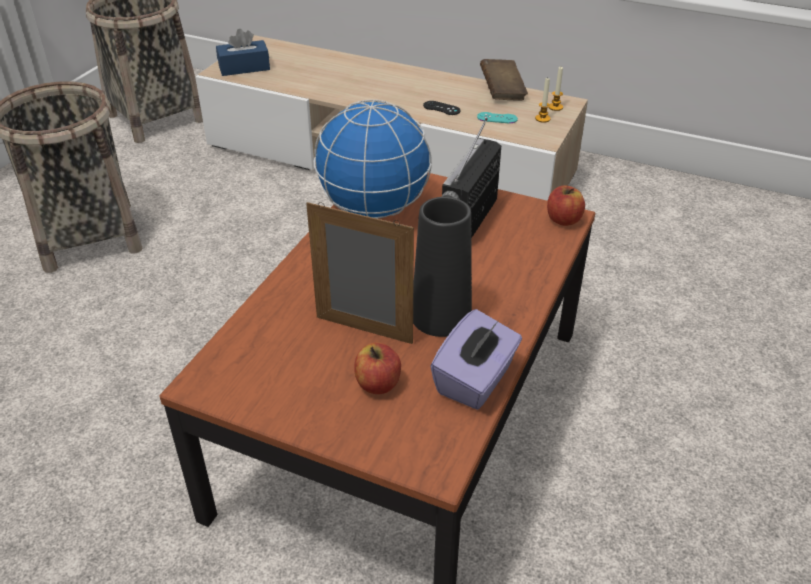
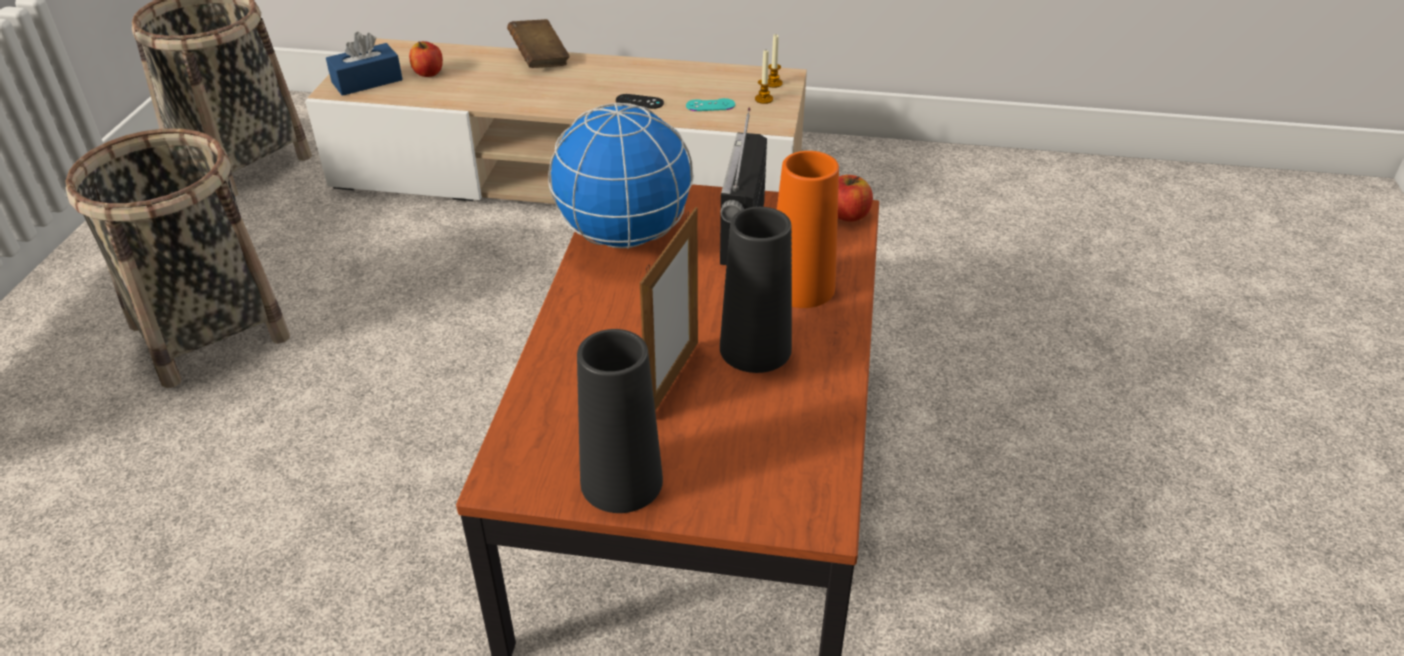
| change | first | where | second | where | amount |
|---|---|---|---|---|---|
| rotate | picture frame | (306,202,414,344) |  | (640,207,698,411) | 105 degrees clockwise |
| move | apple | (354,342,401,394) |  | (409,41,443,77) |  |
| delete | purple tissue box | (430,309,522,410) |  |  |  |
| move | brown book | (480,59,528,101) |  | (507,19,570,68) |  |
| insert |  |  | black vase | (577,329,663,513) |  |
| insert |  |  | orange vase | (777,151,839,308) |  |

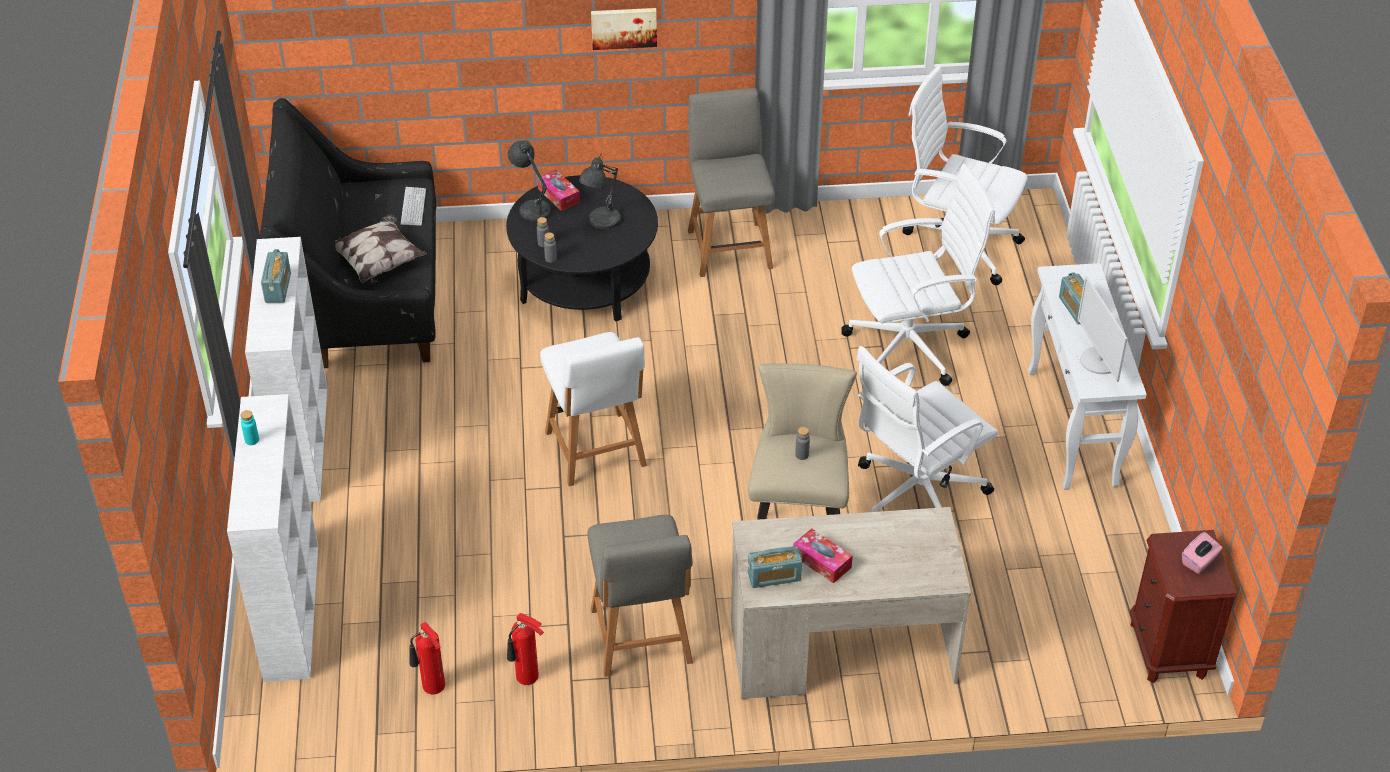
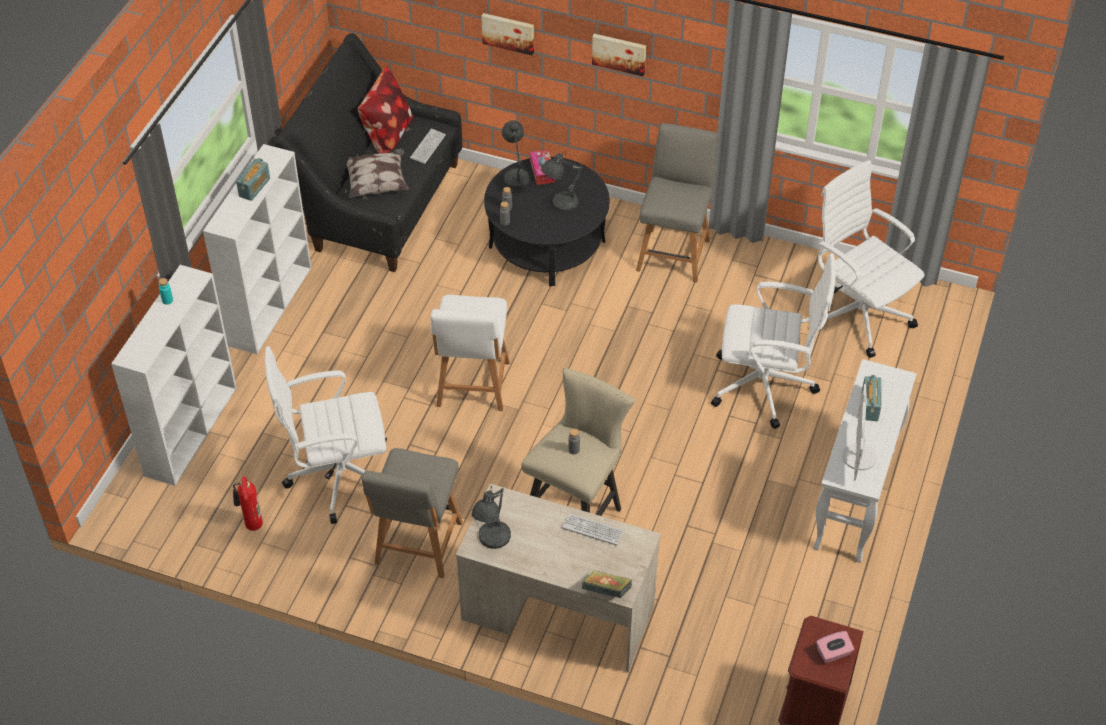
| change | first | where | second | where | amount |
|---|---|---|---|---|---|
| delete | fire extinguisher | (507,613,544,685) |  |  |  |
| replace | radio | (748,546,802,588) | grey table lamp | (472,486,511,549) |  |
| delete | tissue box | (793,528,853,584) |  |  |  |
| move | white office chair | (856,346,998,512) |  | (265,346,387,524) |  |
| insert |  |  | pillow | (358,66,414,153) |  |
| insert |  |  | picture | (481,13,534,55) |  |
| insert |  |  | keyboard | (562,513,624,545) |  |
| insert |  |  | book | (582,570,632,598) |  |

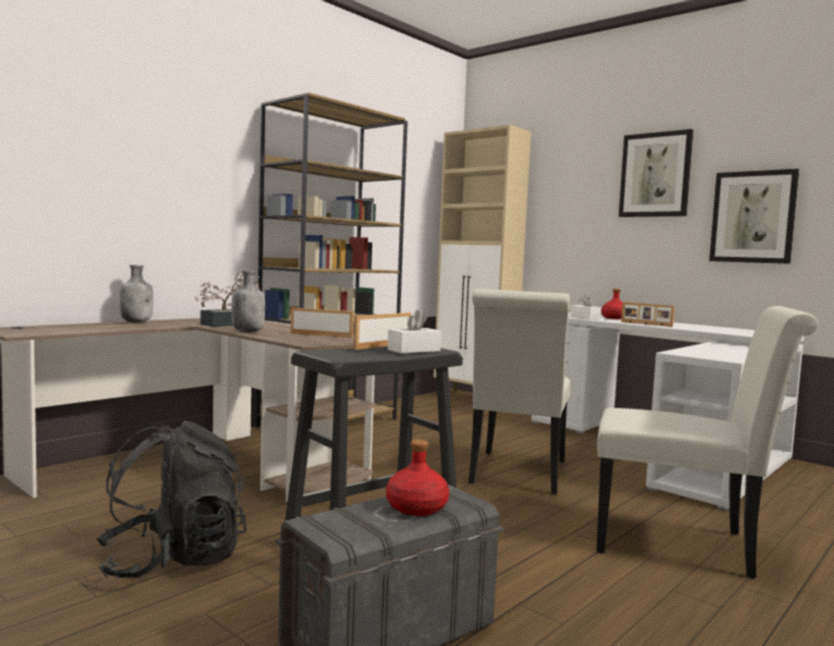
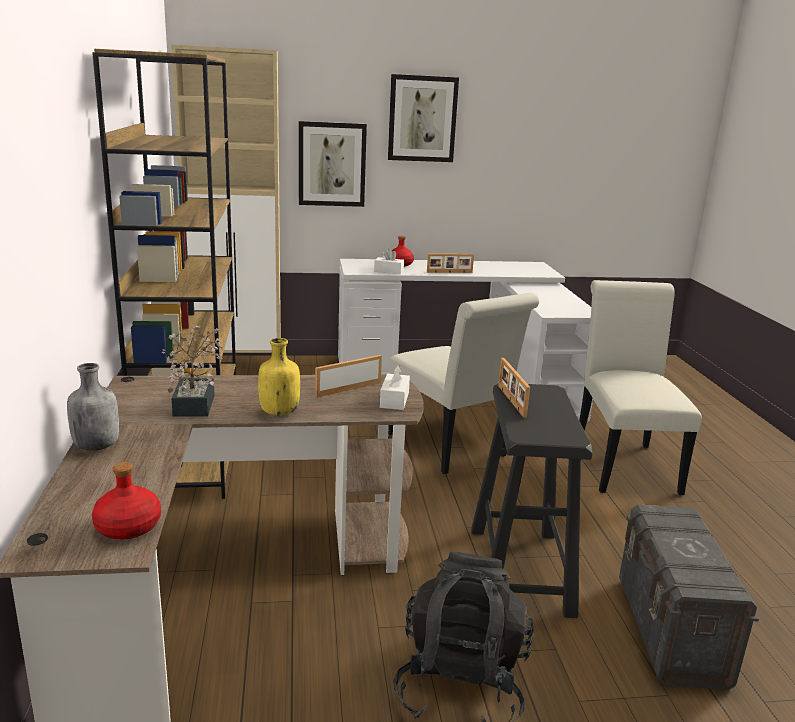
| change | first | where | second | where | amount |
|---|---|---|---|---|---|
| recolor | grey bottle | (231,271,265,332) | yellow bottle | (258,338,300,416) |  |
| move | red bottle | (386,439,449,516) |  | (92,462,161,539) |  |
| move | white tissue box | (388,310,441,353) |  | (380,365,410,410) |  |
| rotate | white chair | (597,306,818,579) |  | (579,280,702,495) | 60 degrees counterclockwise |
| move | picture | (709,169,799,264) |  | (299,121,367,207) |  |

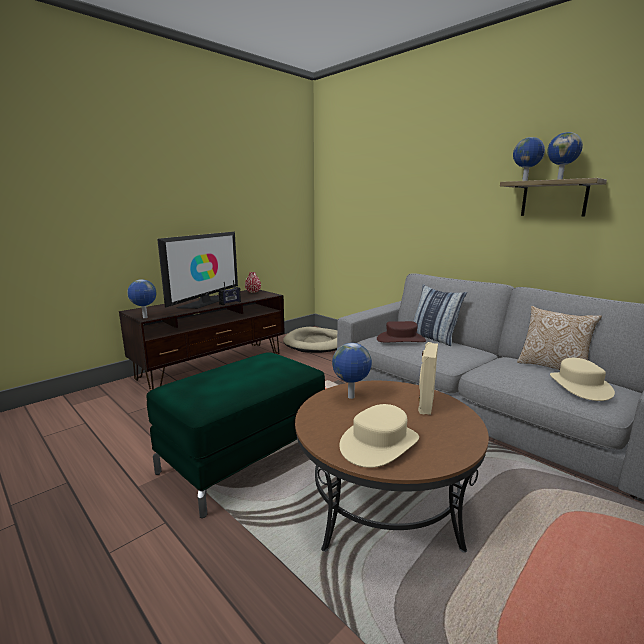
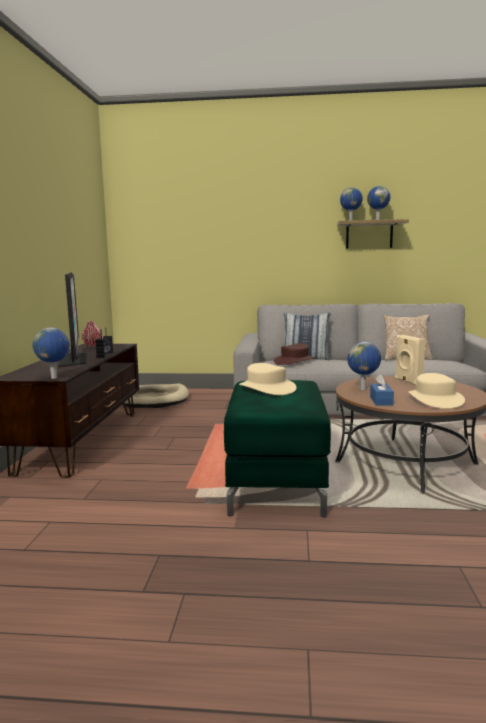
| change | first | where | second | where | amount |
|---|---|---|---|---|---|
| move | beige hat | (550,358,615,401) |  | (239,363,297,395) |  |
| insert |  |  | blue tissue box | (370,374,394,405) |  |

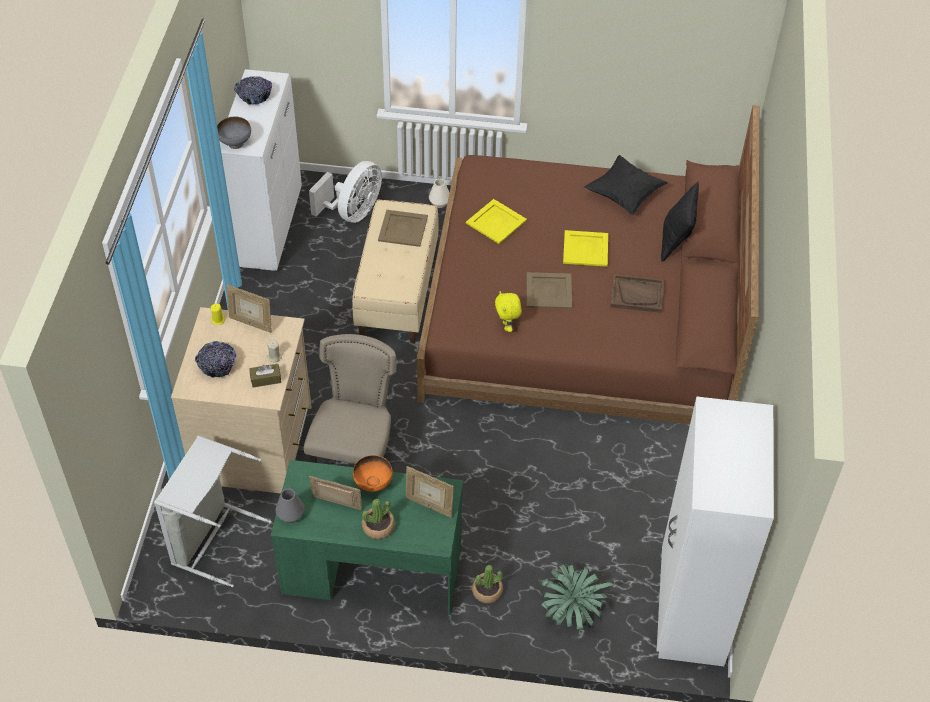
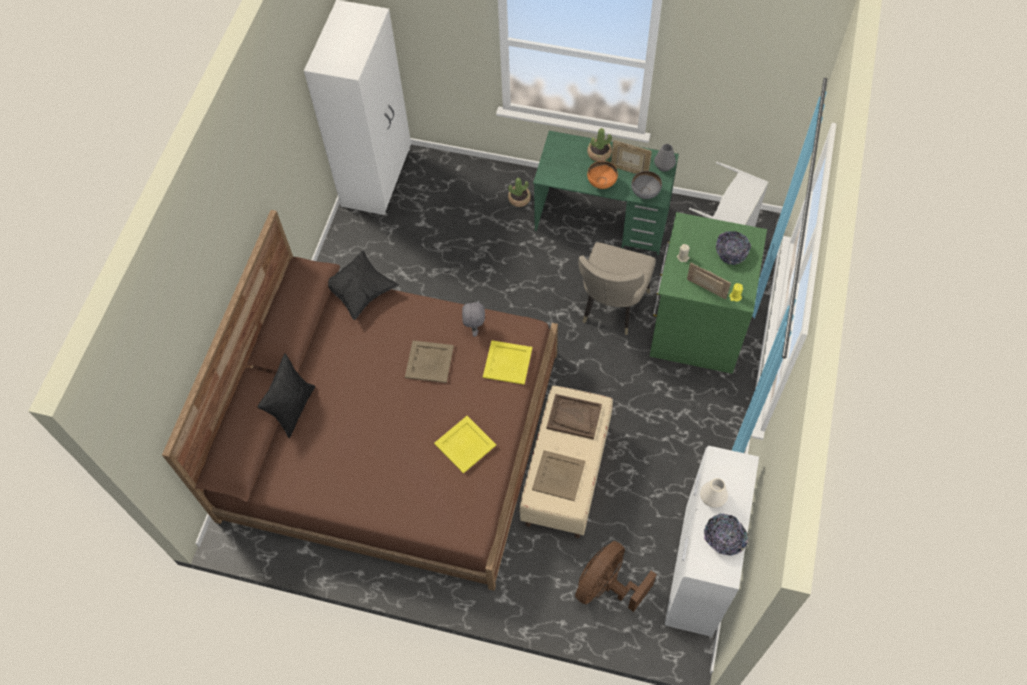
| change | first | where | second | where | amount |
|---|---|---|---|---|---|
| recolor | beige dresser | (171,307,312,493) | green dresser | (650,212,767,374) |  |
| move | grey bowl | (217,116,251,149) |  | (631,171,662,199) |  |
| delete | brown tissue box | (249,364,281,387) |  |  |  |
| recolor | white fan | (309,161,382,223) | brown fan | (575,541,657,612) |  |
| delete | picture frame | (405,466,454,517) |  |  |  |
| move | white vase | (429,179,449,208) |  | (700,478,728,508) |  |
| recolor | yellow plush toy | (495,291,522,332) | grey plush toy | (462,300,485,336) |  |
| delete | potted plant | (539,563,614,631) |  |  |  |
| move | yellow tray | (563,230,608,267) |  | (483,340,532,385) |  |
| move | black pillow | (584,155,668,215) |  | (328,251,399,320) |  |
| move | brown tray | (610,274,664,313) |  | (547,394,602,440) |  |

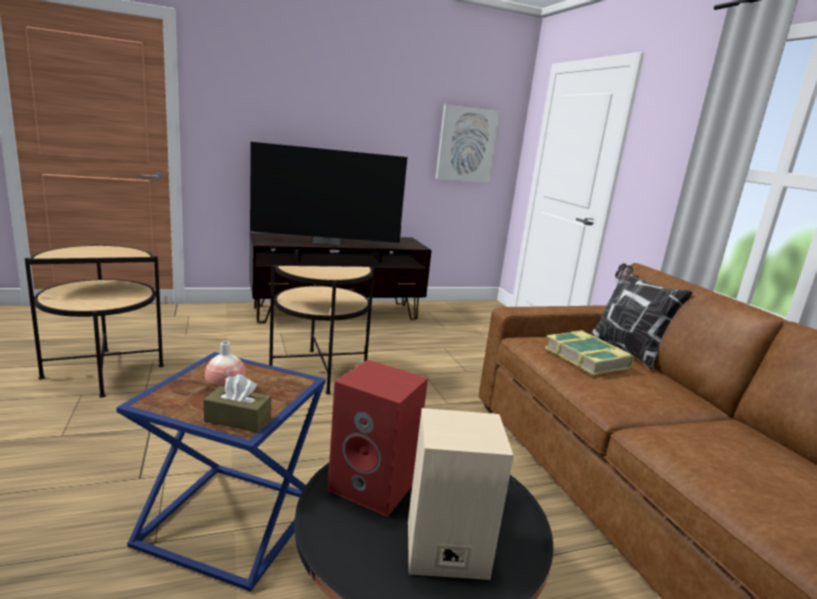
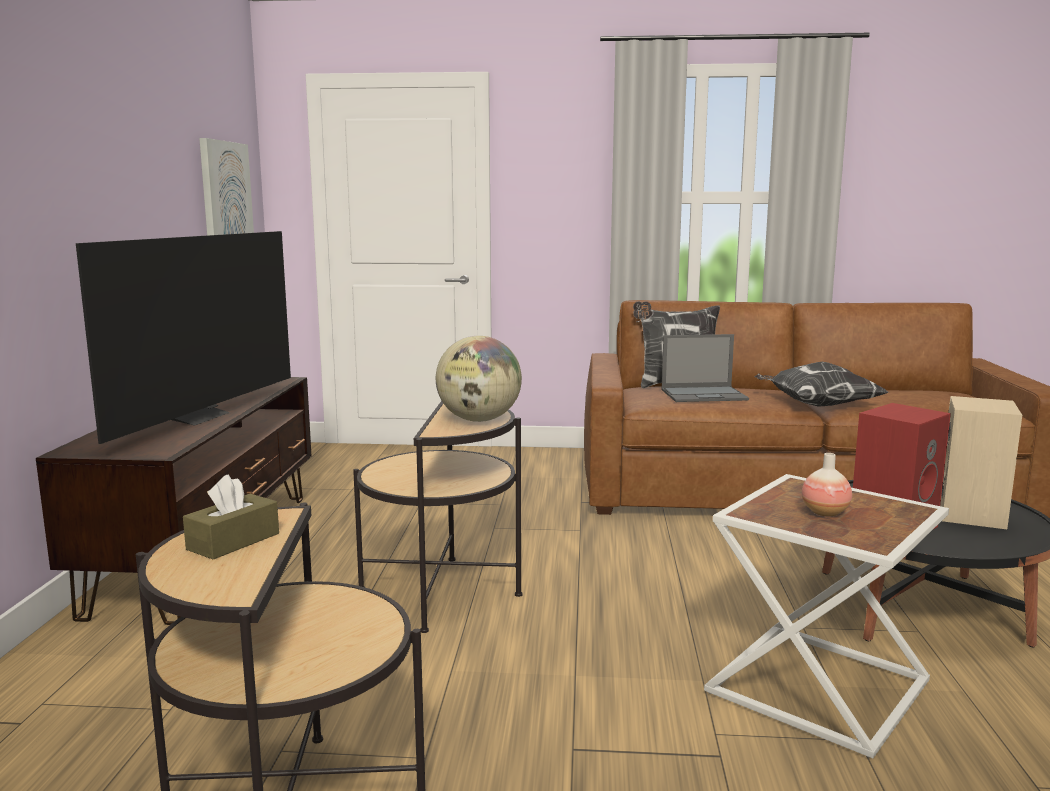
| change | first | where | second | where | amount |
|---|---|---|---|---|---|
| recolor | blue side table | (116,352,326,592) | white side table | (704,474,949,758) |  |
| move | brown tissue box | (203,374,271,432) |  | (183,474,279,559) |  |
| replace | book | (545,330,634,376) | laptop | (661,334,749,402) |  |
| insert |  |  | globe | (436,336,522,422) |  |
| insert |  |  | pillow | (754,362,888,407) |  |

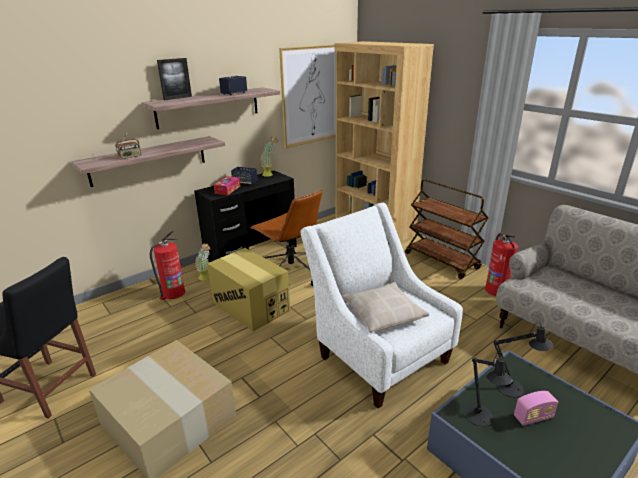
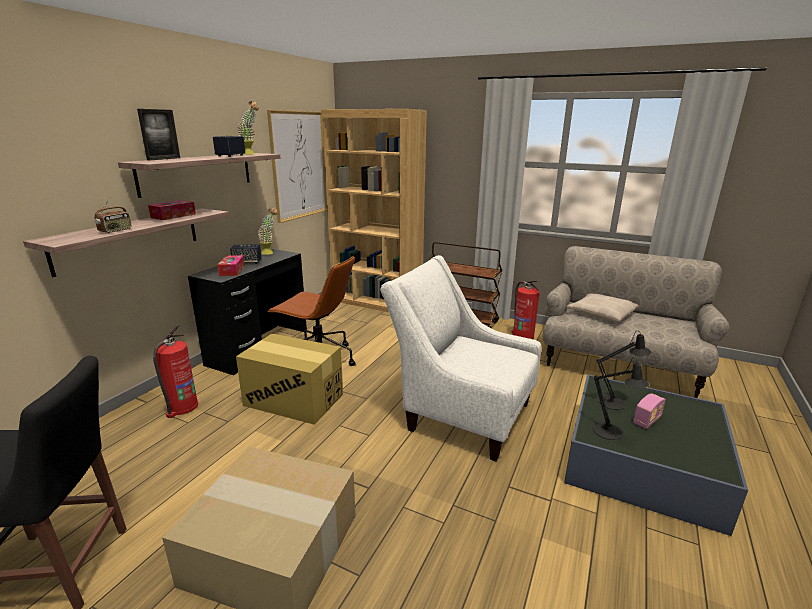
| change | first | where | second | where | amount |
|---|---|---|---|---|---|
| move | potted plant | (195,243,210,281) |  | (237,101,259,155) |  |
| move | beige pillow | (342,282,429,333) |  | (567,294,639,322) |  |
| insert |  |  | tissue box | (148,200,196,220) |  |

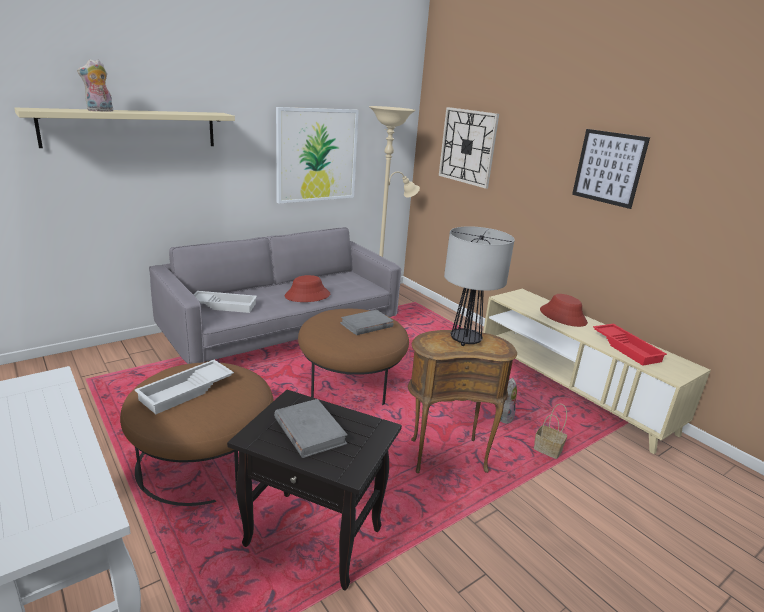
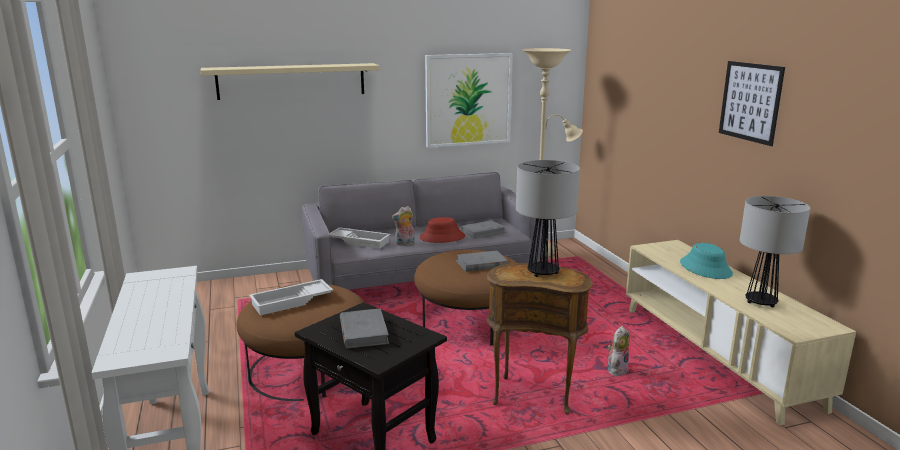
| change | first | where | second | where | amount |
|---|---|---|---|---|---|
| move | plush toy | (77,59,113,112) |  | (392,206,415,246) |  |
| delete | wall clock | (439,107,499,189) |  |  |  |
| delete | basket | (534,404,567,459) |  |  |  |
| recolor | red hat | (540,294,588,327) | turquoise hat | (680,243,733,279) |  |
| replace | red tray | (593,324,667,366) | table lamp | (740,196,810,307) |  |
| insert |  |  | grey book | (461,220,506,239) |  |

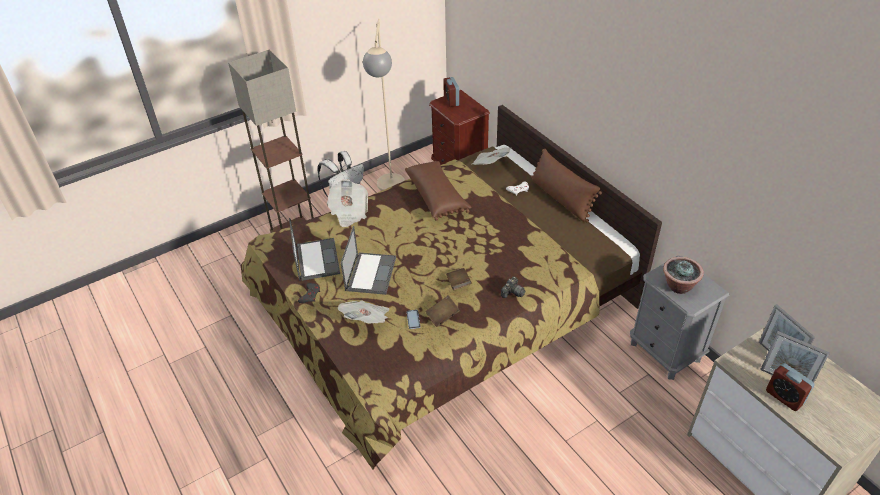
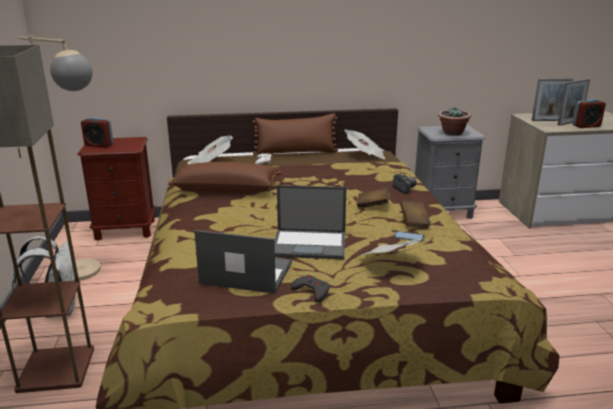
| change | first | where | second | where | amount |
|---|---|---|---|---|---|
| move | newspaper | (327,179,368,227) |  | (344,130,385,159) |  |
| rotate | laptop | (341,226,396,295) |  | (275,185,347,260) | 150 degrees clockwise |

